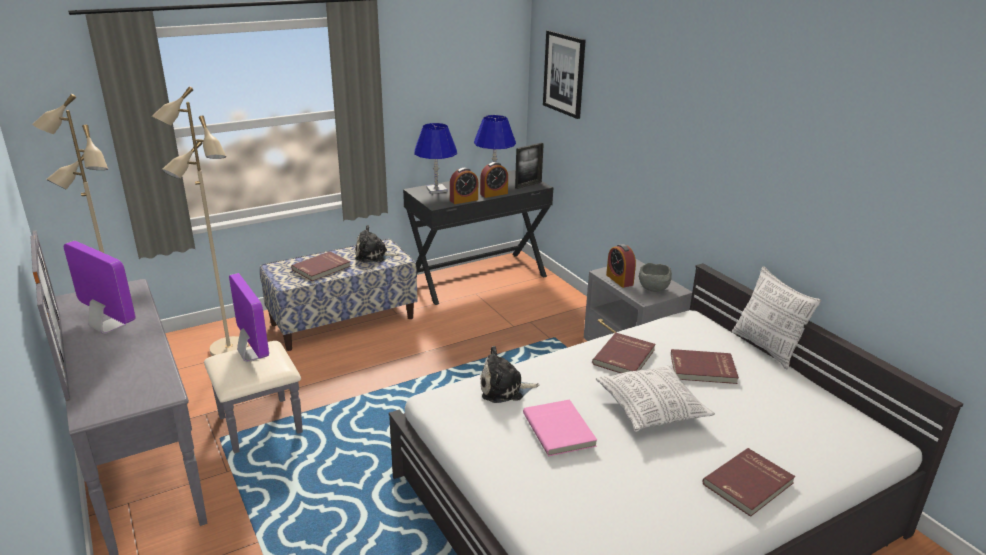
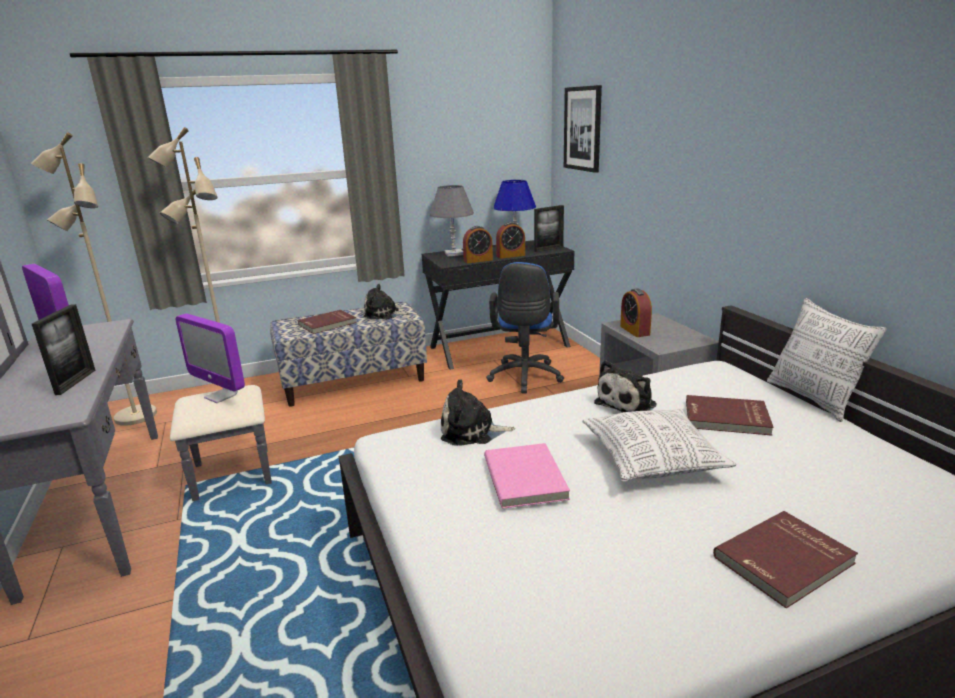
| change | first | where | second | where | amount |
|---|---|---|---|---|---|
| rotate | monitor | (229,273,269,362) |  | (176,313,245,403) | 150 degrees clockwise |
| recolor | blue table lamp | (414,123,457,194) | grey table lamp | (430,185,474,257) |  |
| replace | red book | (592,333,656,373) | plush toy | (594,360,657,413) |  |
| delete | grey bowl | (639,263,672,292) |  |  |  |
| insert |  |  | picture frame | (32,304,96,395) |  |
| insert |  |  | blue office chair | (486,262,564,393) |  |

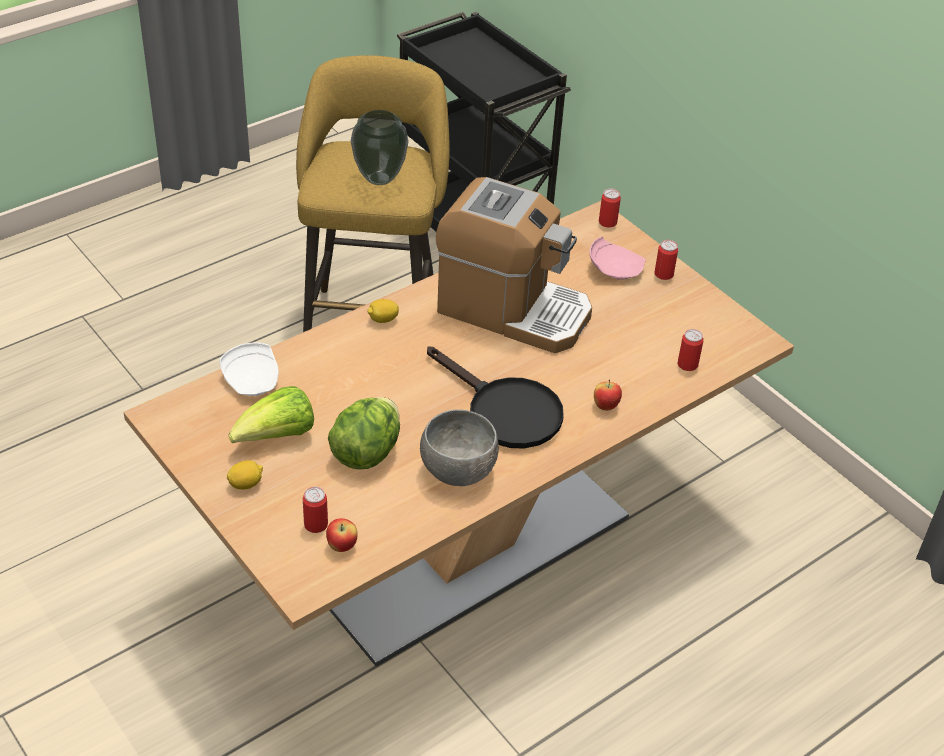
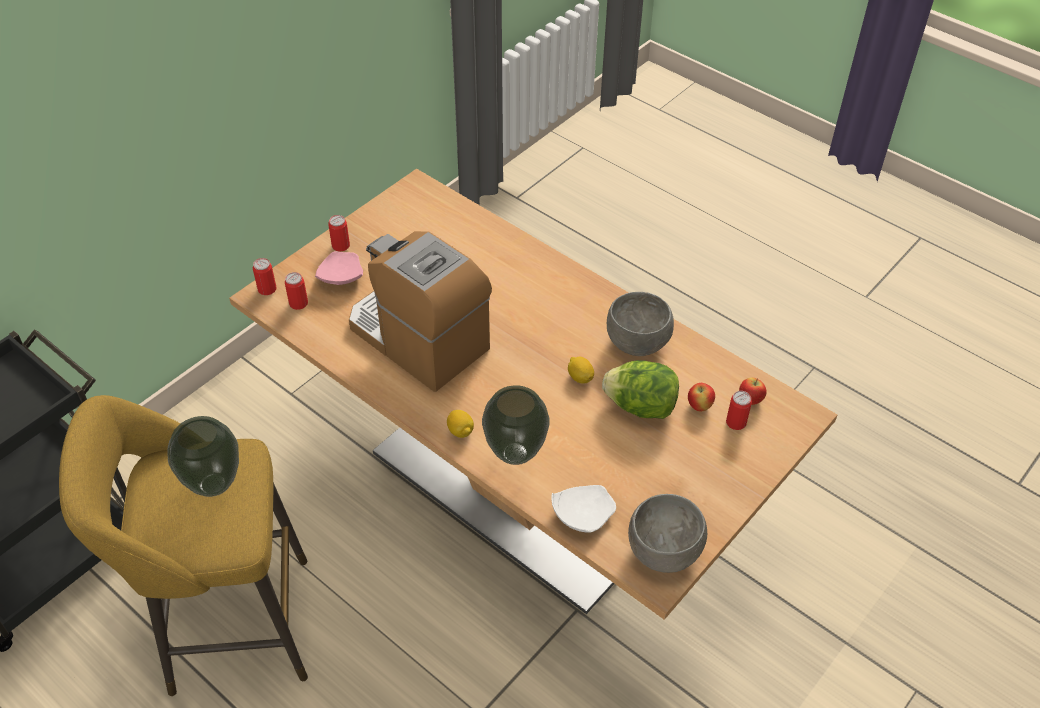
| change | first | where | second | where | amount |
|---|---|---|---|---|---|
| move | lemon | (227,460,263,490) |  | (568,357,594,384) |  |
| delete | lettuce | (229,386,314,443) |  |  |  |
| delete | black frying pan | (427,346,564,448) |  |  |  |
| rotate | coffee machine | (436,177,592,353) |  | (349,231,492,392) | 60 degrees counterclockwise |
| move | apple | (594,380,622,411) |  | (688,383,715,411) |  |
| move | can | (678,329,704,371) |  | (285,272,308,310) |  |
| insert |  |  | vase | (482,385,550,465) |  |
| insert |  |  | grey bowl | (628,494,707,573) |  |

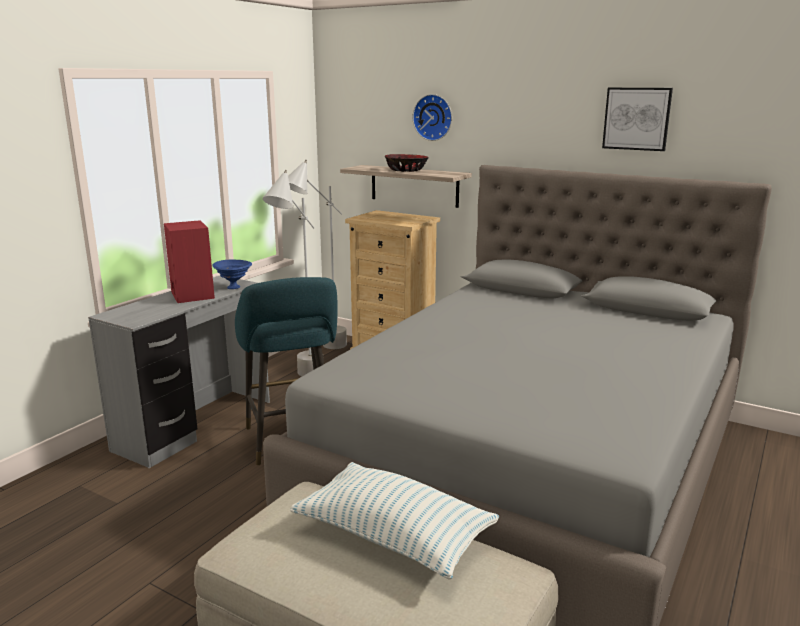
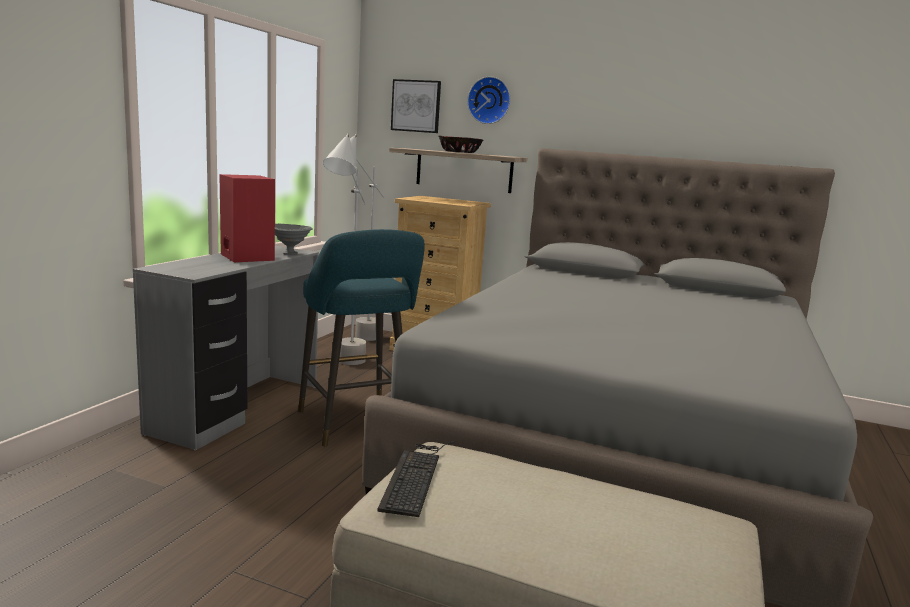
| change | first | where | second | where | amount |
|---|---|---|---|---|---|
| recolor | blue bowl | (212,260,252,289) | grey bowl | (275,224,313,255) |  |
| delete | pillow | (290,462,499,580) |  |  |  |
| move | picture | (602,87,673,151) |  | (391,79,441,133) |  |
| insert |  |  | keyboard | (377,441,455,517) |  |

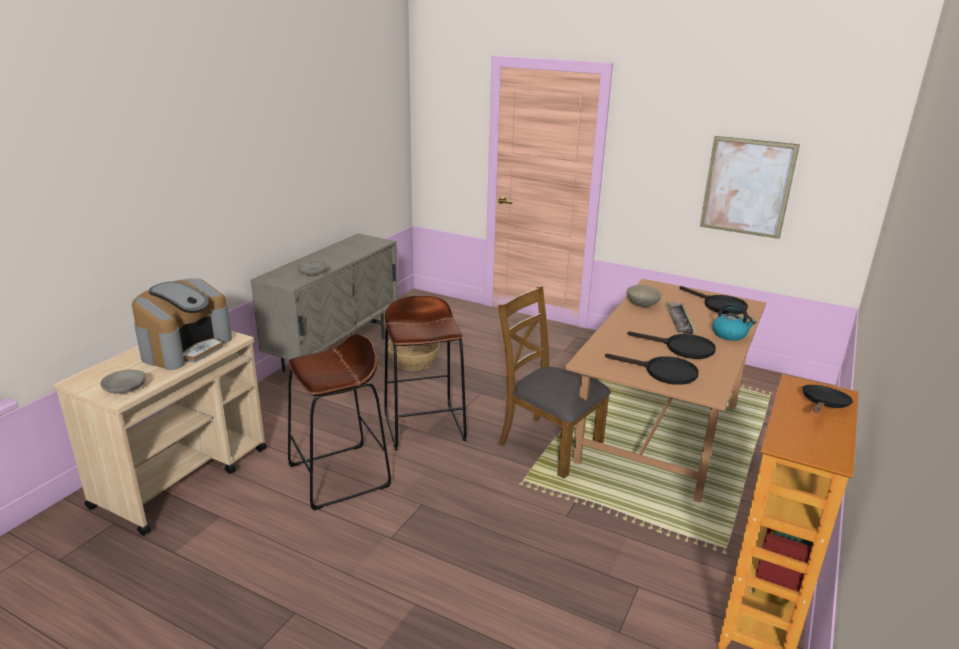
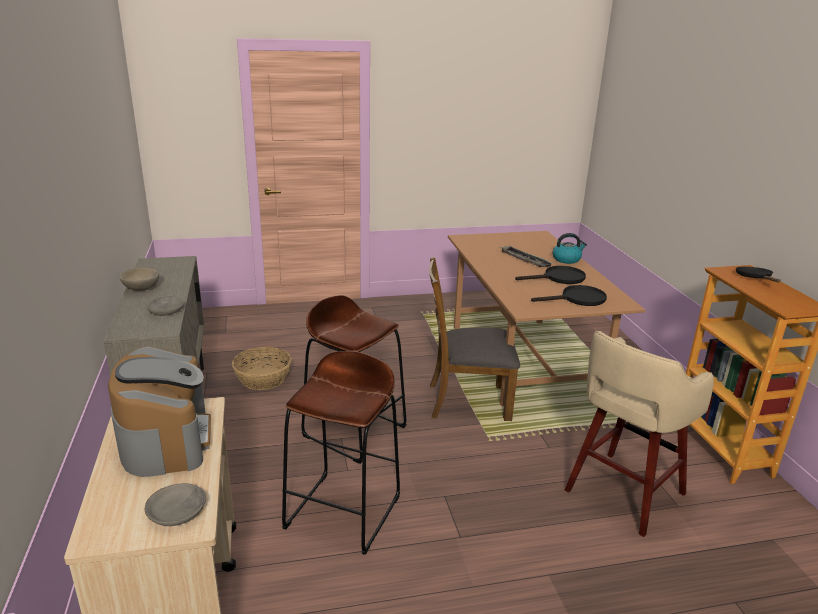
| change | first | where | second | where | amount |
|---|---|---|---|---|---|
| move | beige bowl | (627,285,661,307) |  | (120,267,159,291) |  |
| delete | black frying pan | (680,286,748,315) |  |  |  |
| delete | picture | (700,136,800,239) |  |  |  |
| insert |  |  | beige stool | (565,331,714,537) |  |

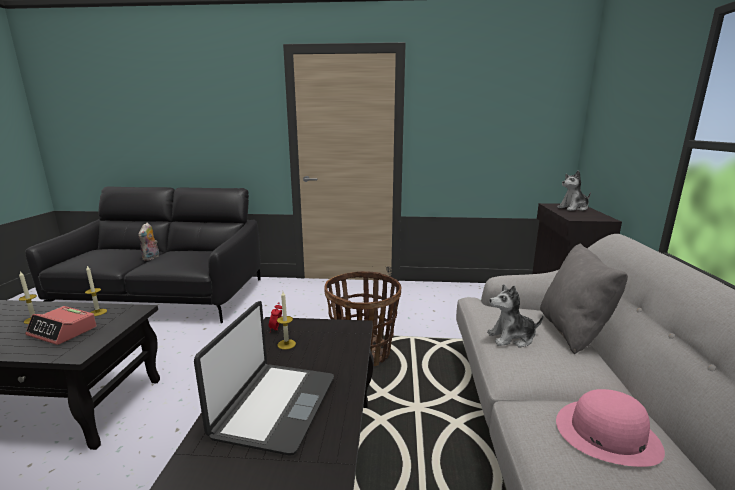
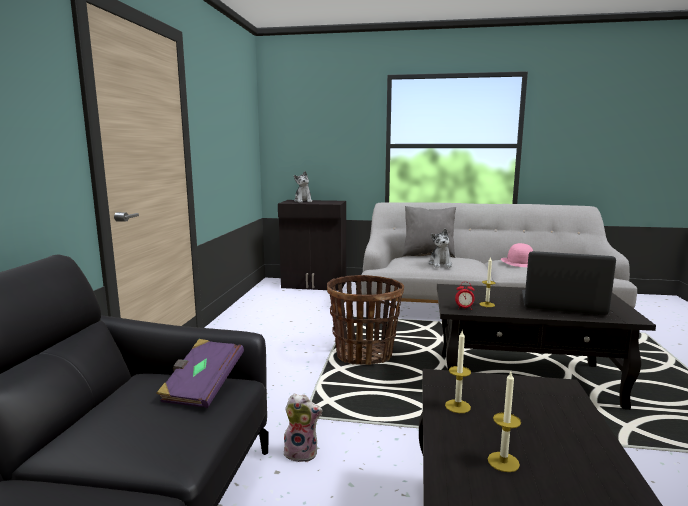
| change | first | where | second | where | amount |
|---|---|---|---|---|---|
| delete | alarm clock | (25,306,97,345) |  |  |  |
| move | plush toy | (138,223,159,261) |  | (282,393,322,462) |  |
| insert |  |  | purple book | (156,339,244,408) |  |

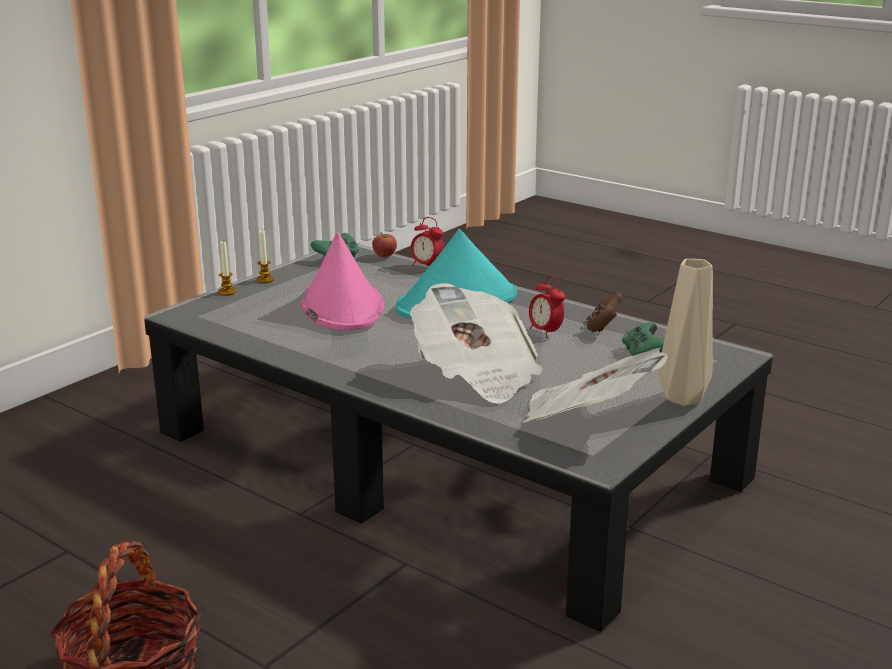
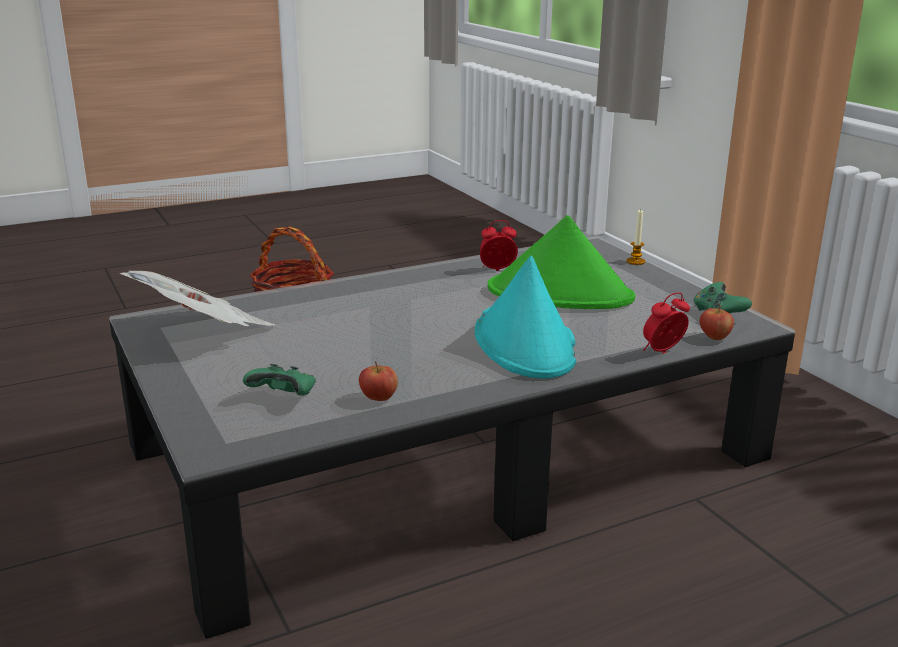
| change | first | where | second | where | amount |
|---|---|---|---|---|---|
| delete | candle | (256,230,274,283) |  |  |  |
| recolor | pink hat | (301,232,384,331) | green hat | (488,215,635,309) |  |
| delete | newspaper | (410,283,543,404) |  |  |  |
| move | alarm clock | (529,276,565,338) |  | (480,220,518,271) |  |
| replace | brown game controller | (587,293,623,332) | apple | (359,361,398,401) |  |
| delete | beige vase | (658,259,713,406) |  |  |  |

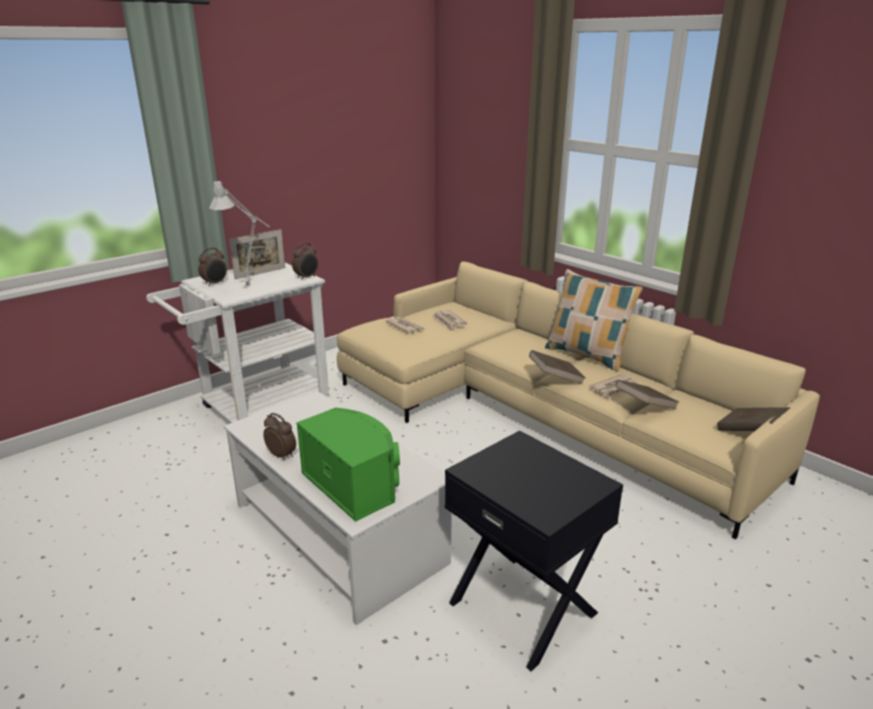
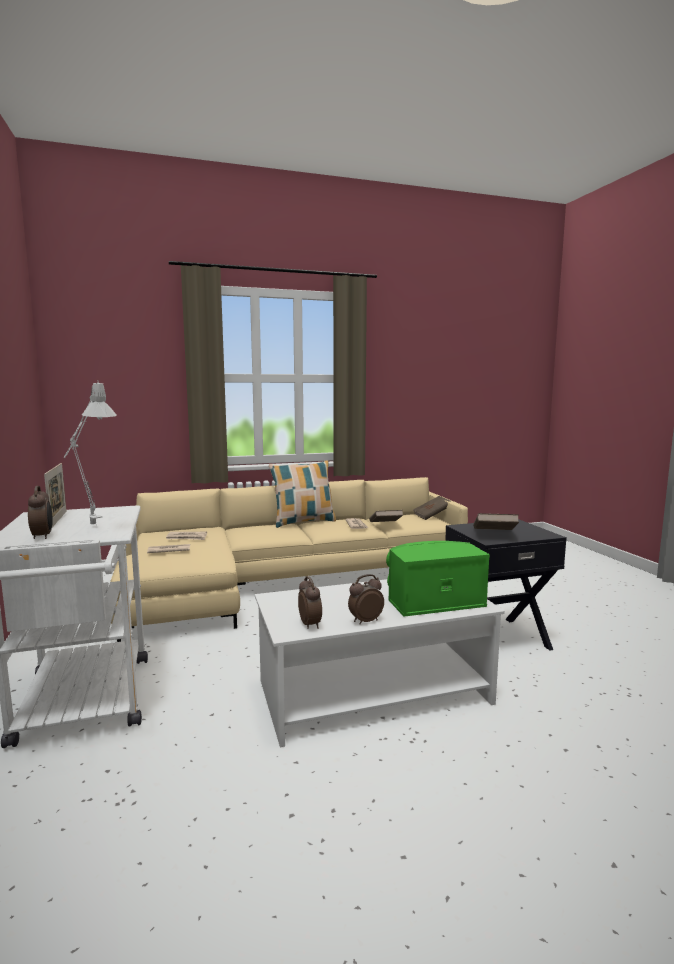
| change | first | where | second | where | amount |
|---|---|---|---|---|---|
| move | alarm clock | (292,243,318,280) |  | (298,576,322,629) |  |
| move | brown book | (529,350,586,384) |  | (473,513,519,530) |  |

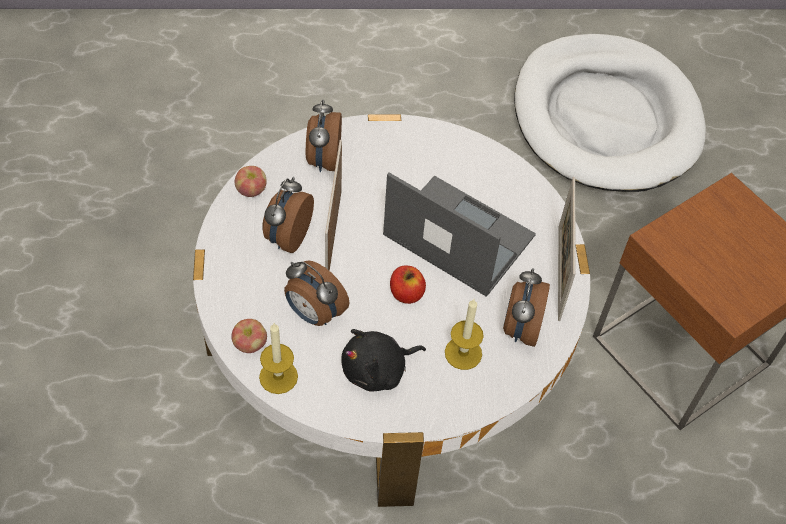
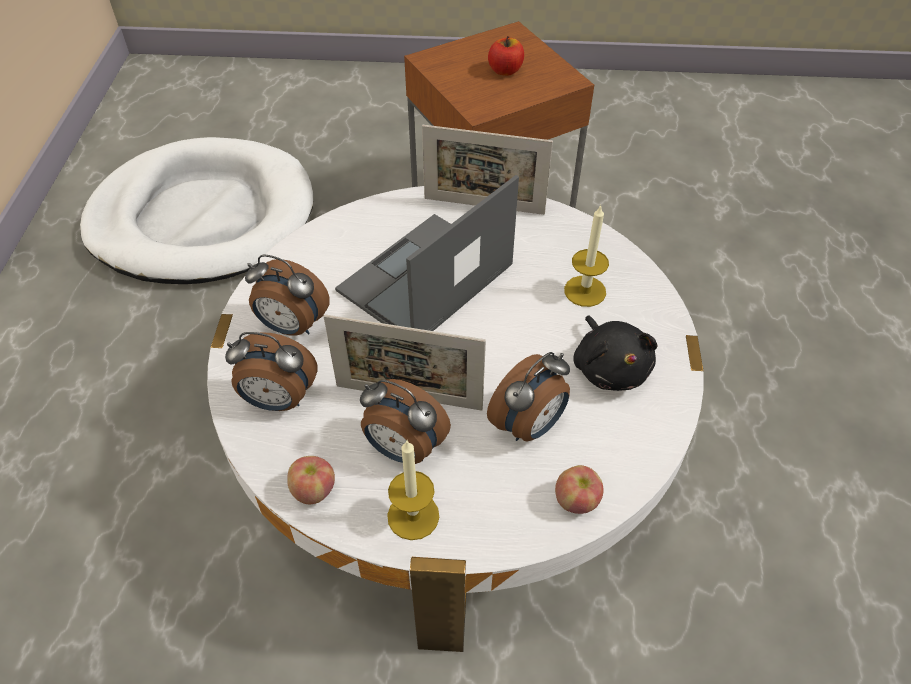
| change | first | where | second | where | amount |
|---|---|---|---|---|---|
| move | candle | (259,323,298,394) |  | (387,441,439,540) |  |
| move | apple | (390,266,426,304) |  | (488,36,524,76) |  |
| move | alarm clock | (503,268,550,347) |  | (245,254,330,336) |  |

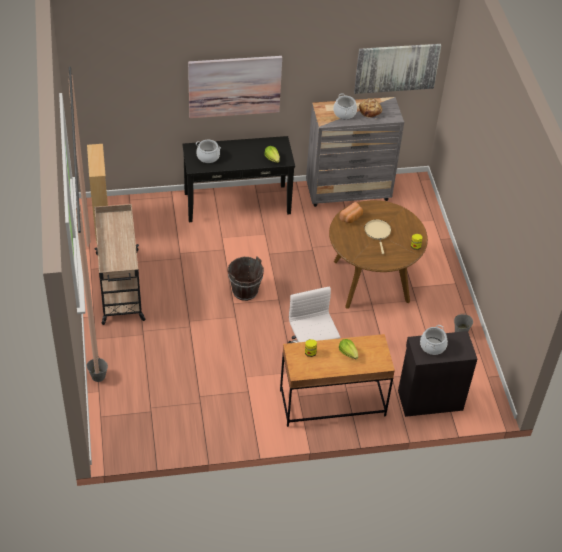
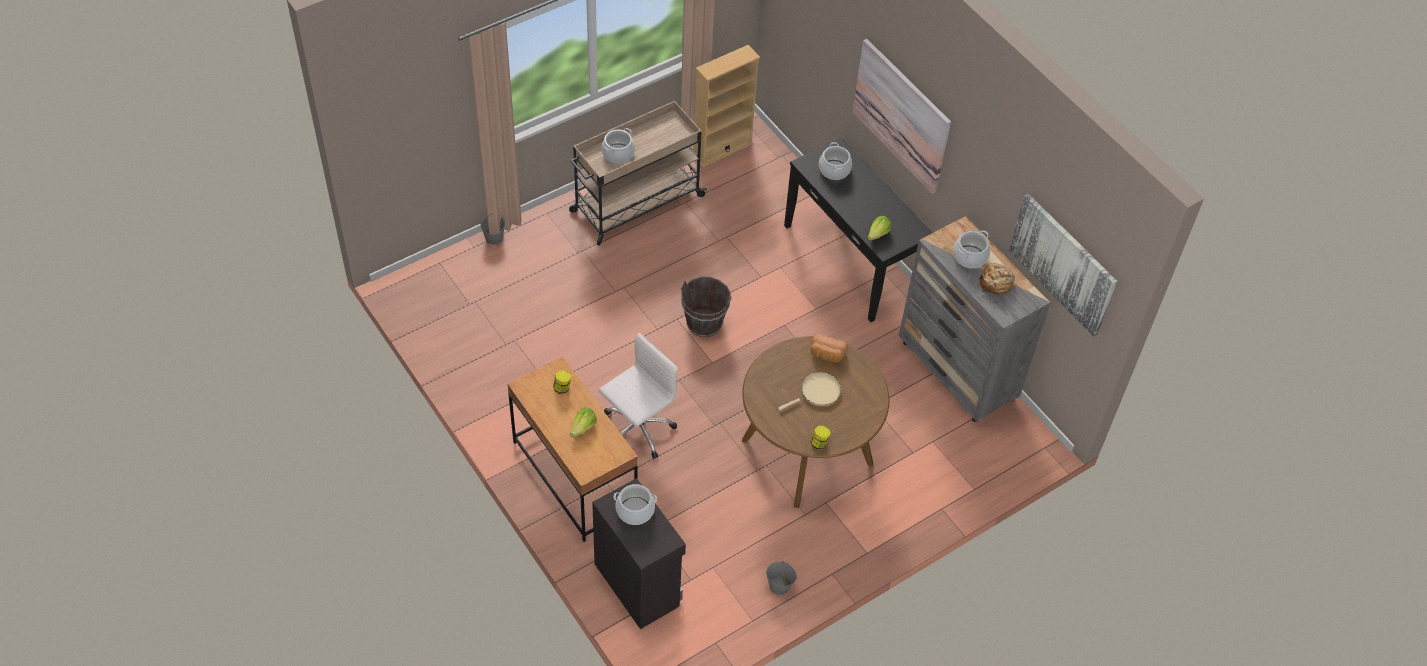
| change | first | where | second | where | amount |
|---|---|---|---|---|---|
| insert |  |  | cooking pot | (602,128,635,163) |  |

